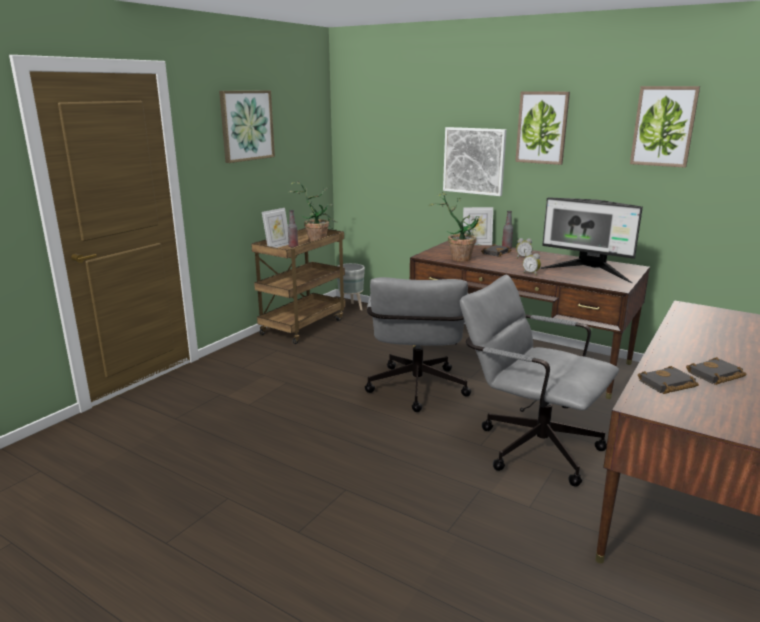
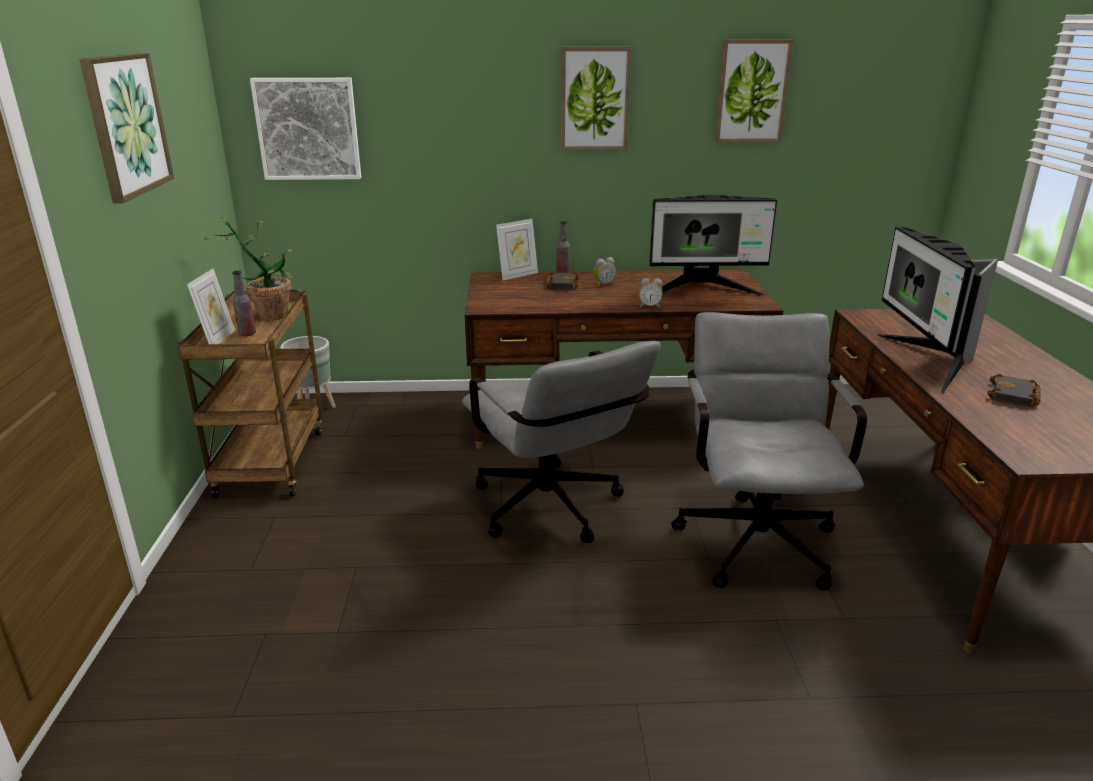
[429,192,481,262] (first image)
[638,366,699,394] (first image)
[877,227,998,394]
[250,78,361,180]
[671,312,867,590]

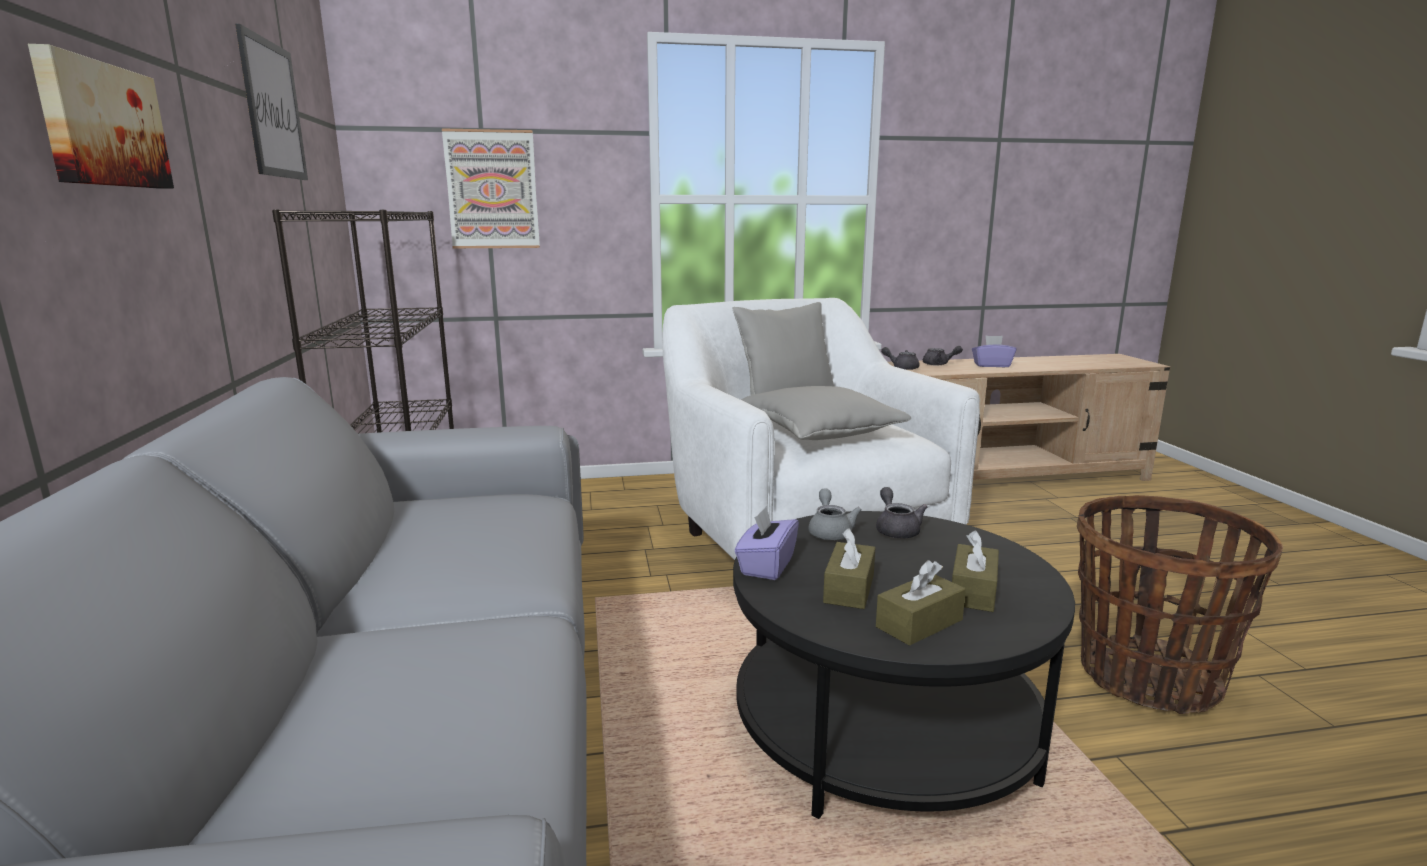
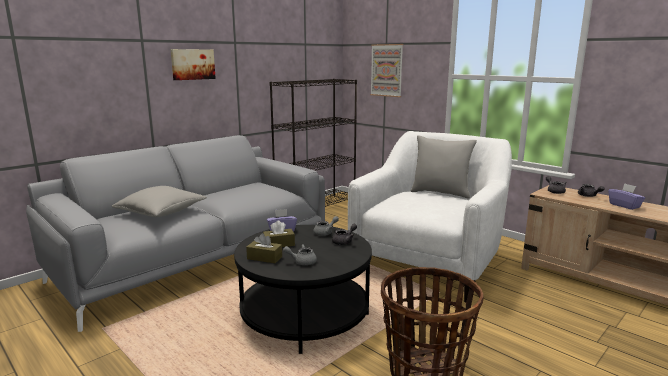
[235,24,308,180] (first image)
[112,186,207,217]
[283,244,317,265]

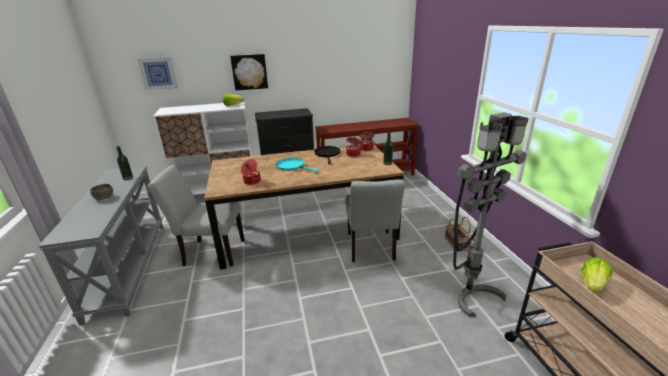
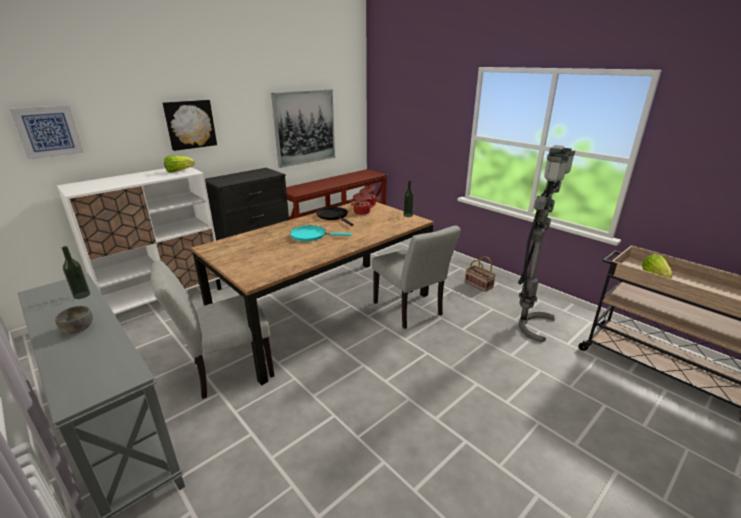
[241,159,261,185] (first image)
[271,90,335,168]

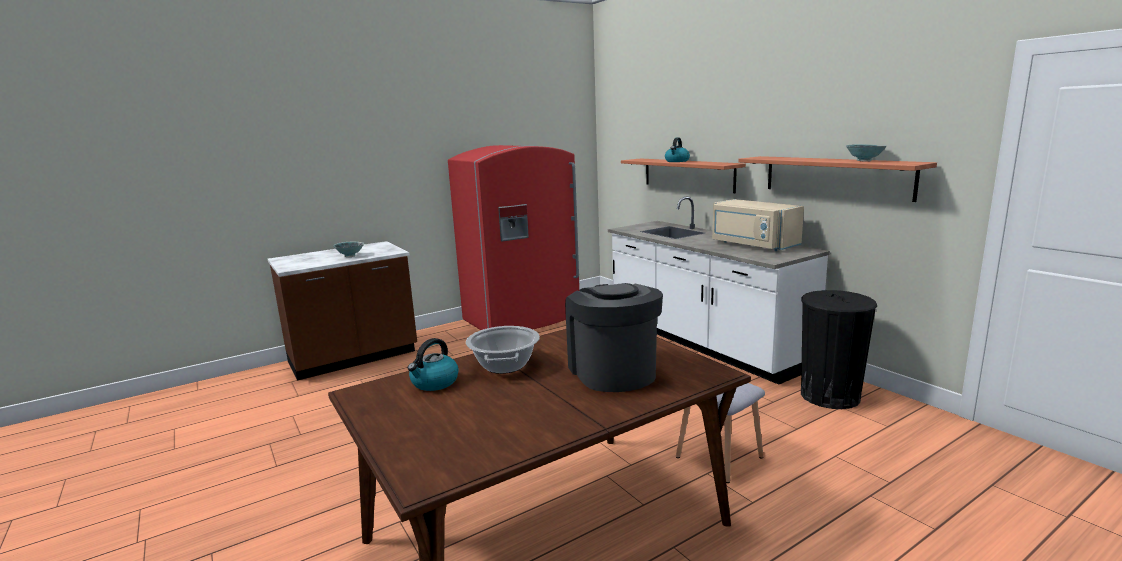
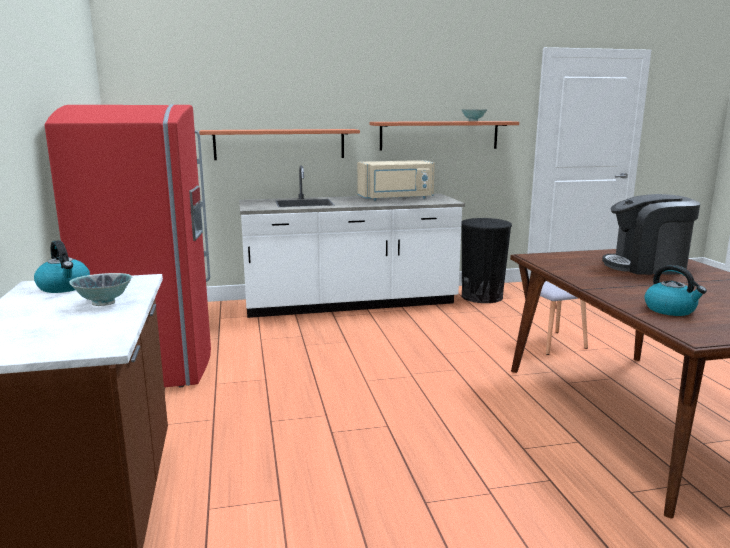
[466,326,540,374] (first image)
[34,240,90,293]

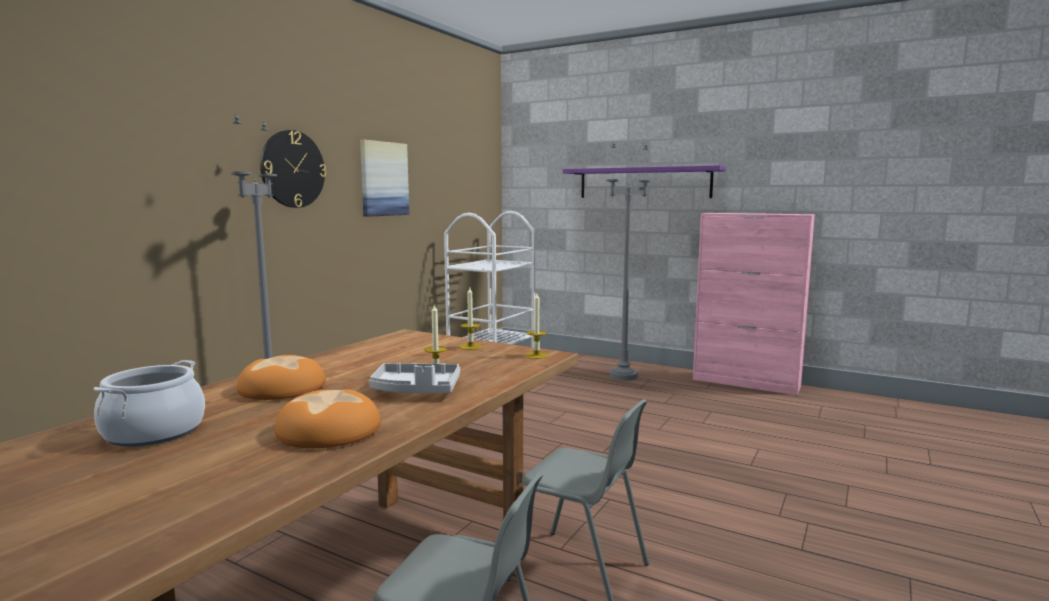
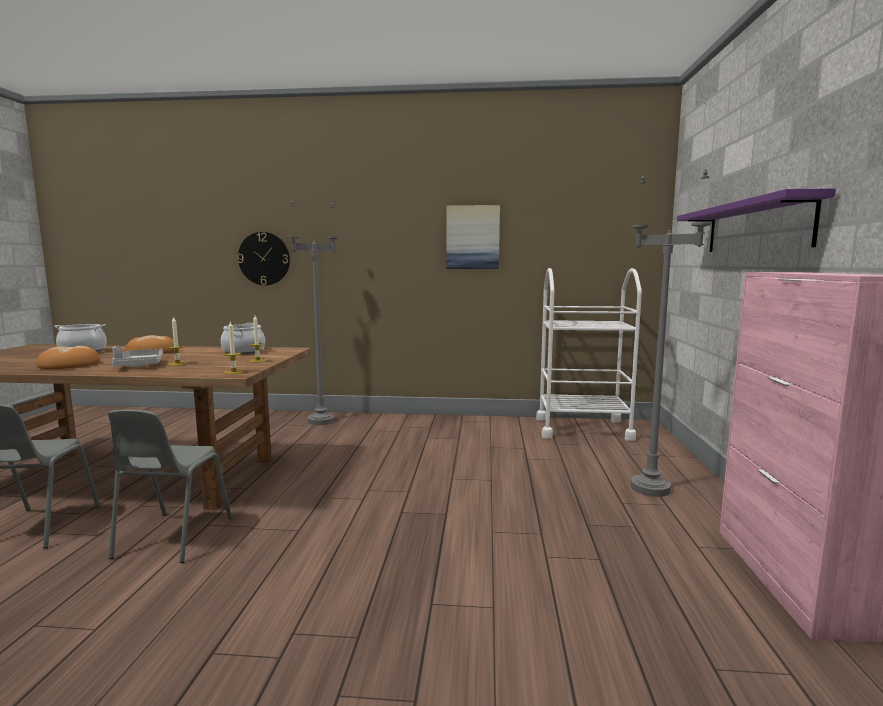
[221,323,265,355]
[237,232,290,285]

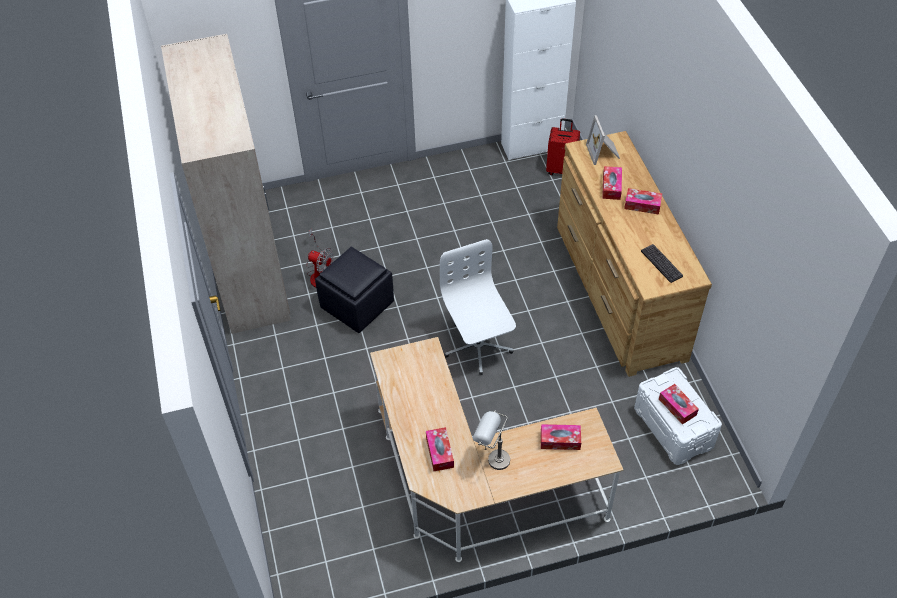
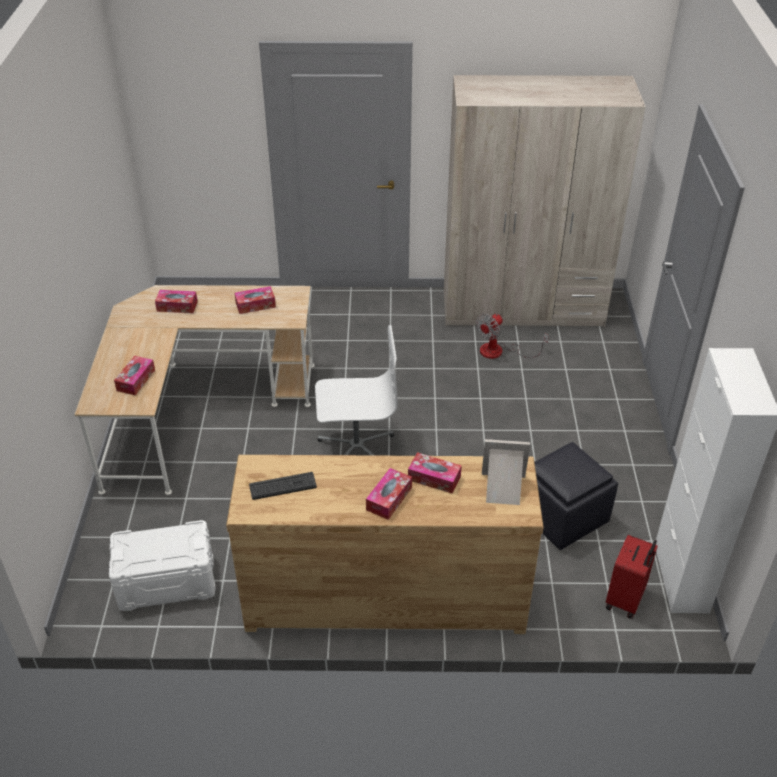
[473,410,510,470] (first image)
[535,442,618,550]
[235,286,276,314]

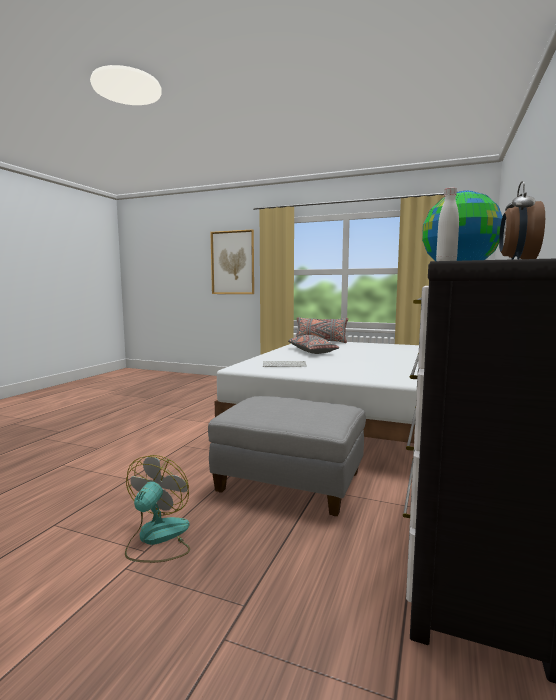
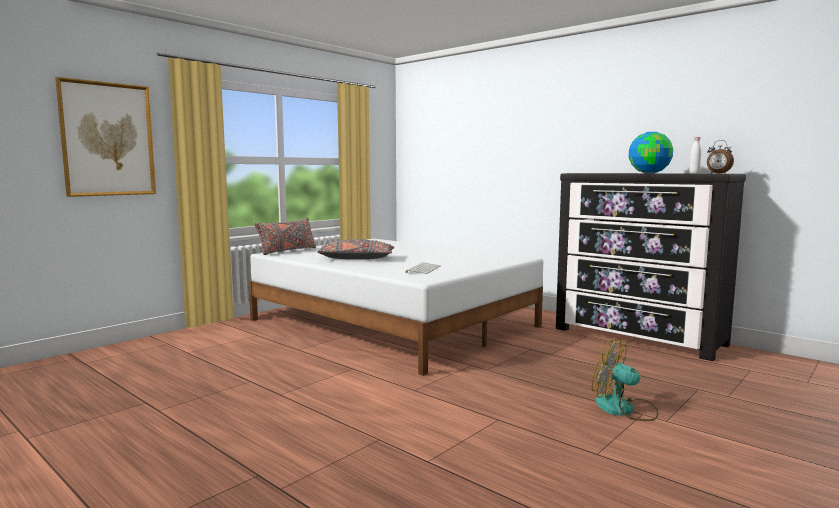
[208,396,366,516] (first image)

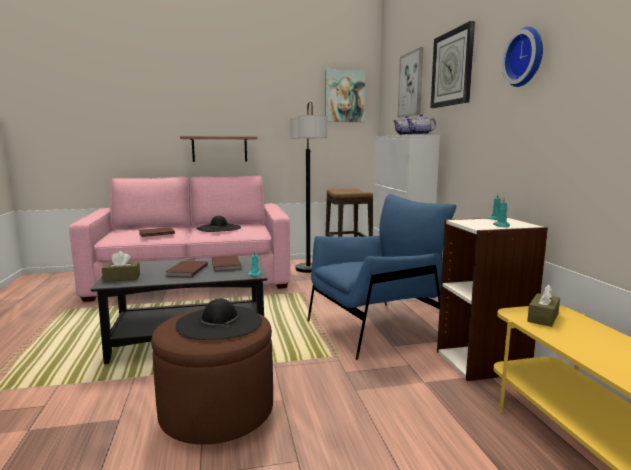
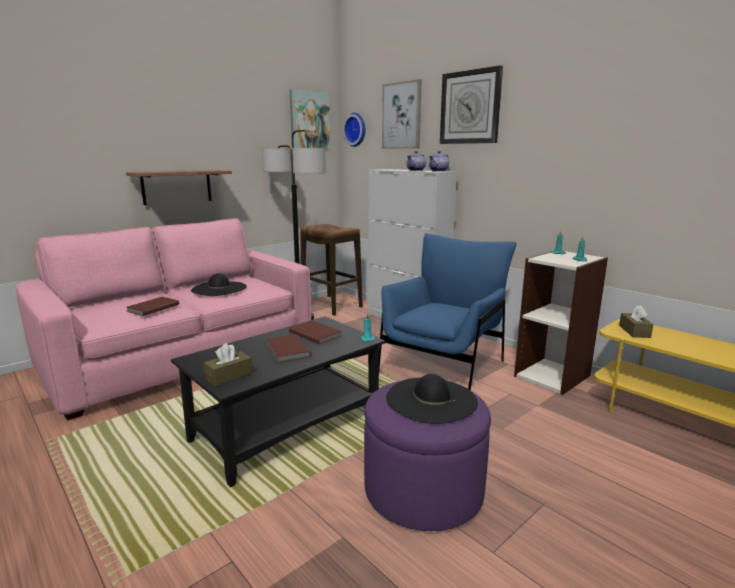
[343,113,366,147]
[364,381,491,531]

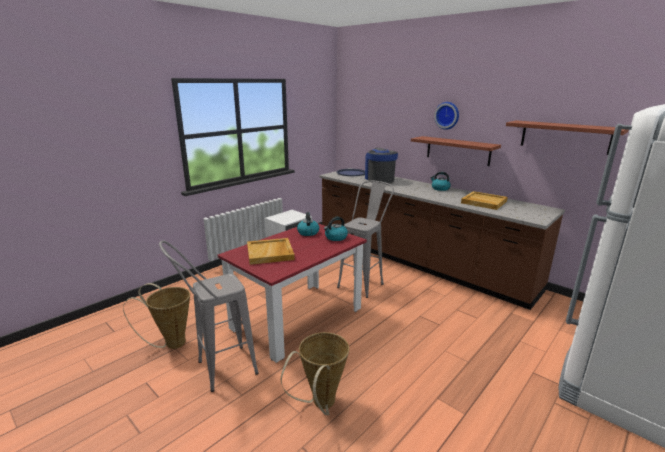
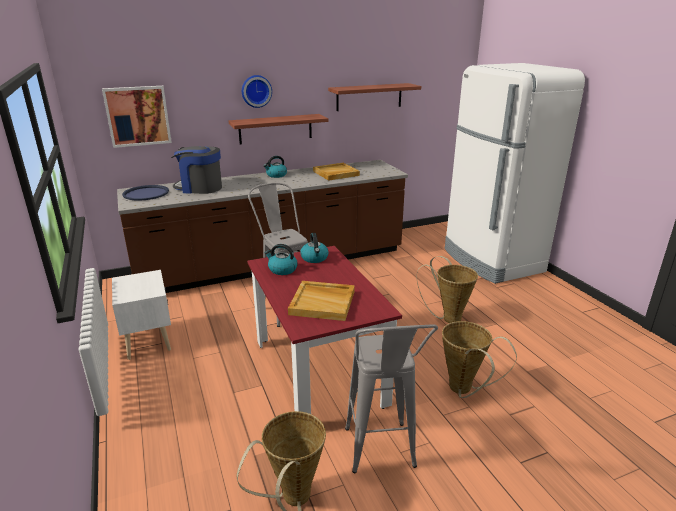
[102,86,172,148]
[417,256,478,323]

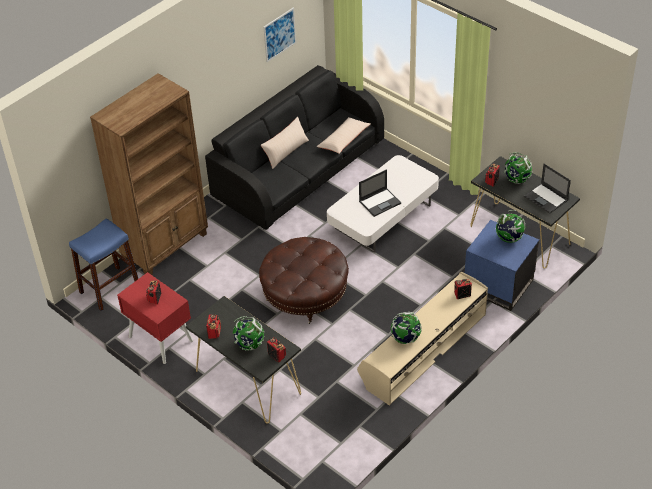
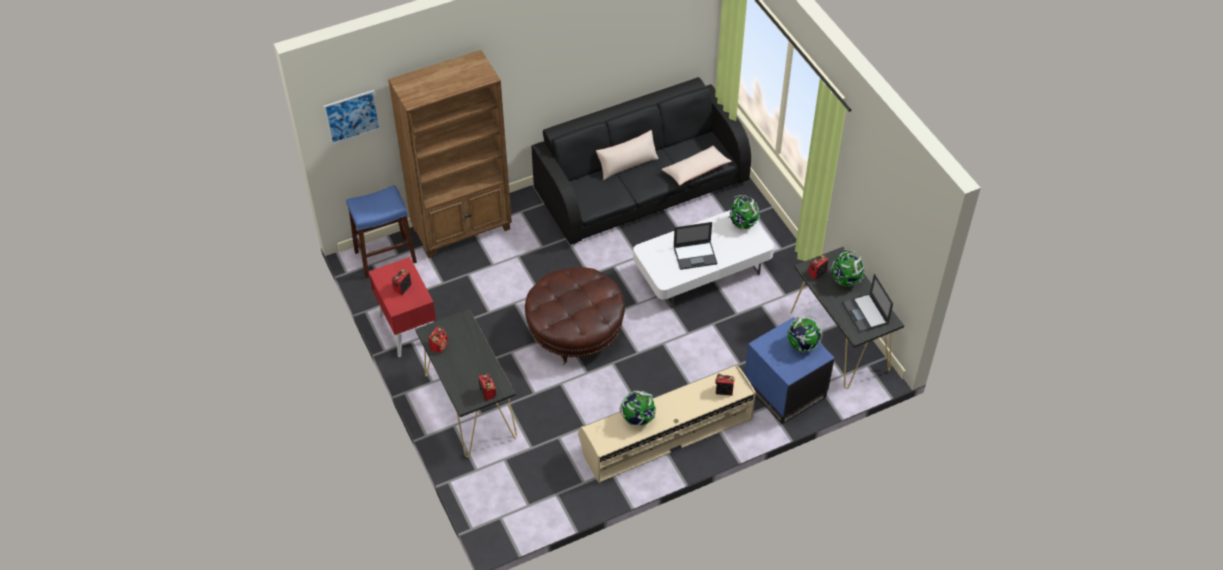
[729,195,760,229]
[324,90,381,145]

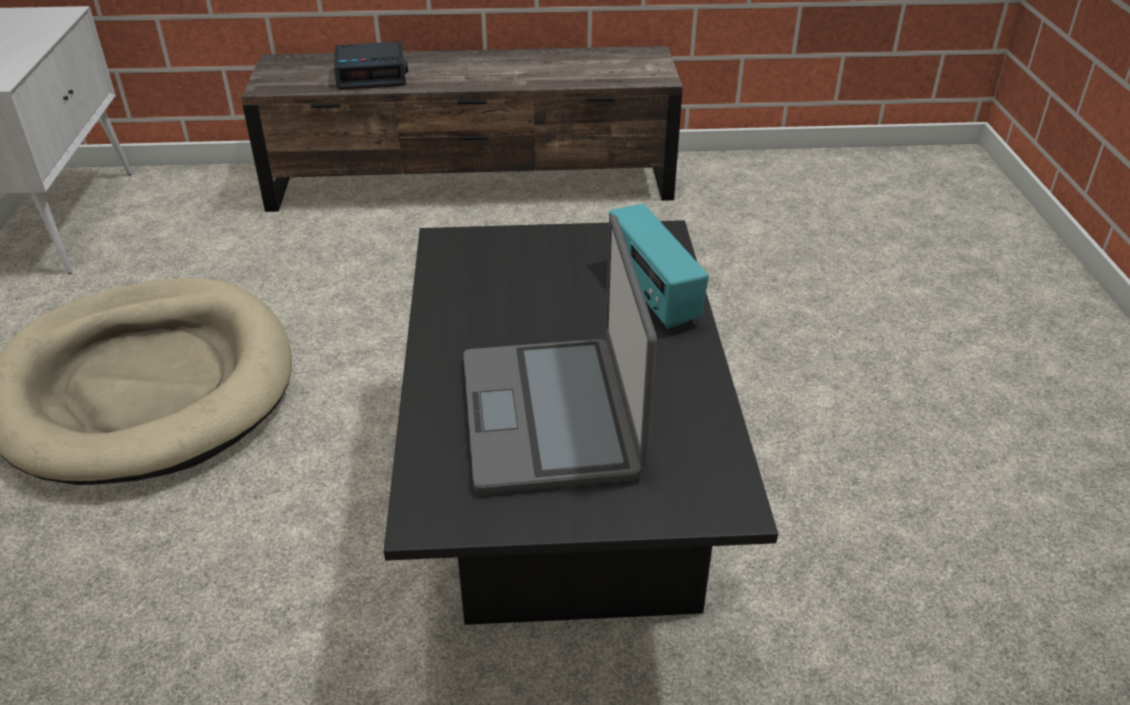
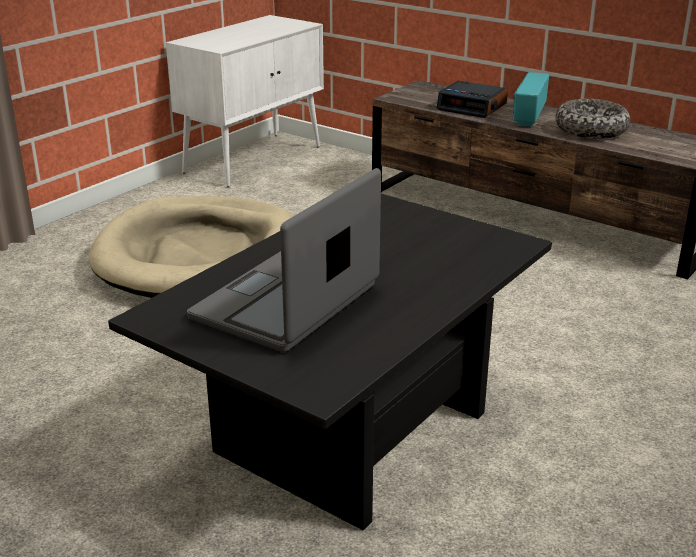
[556,99,630,139]
[513,72,549,127]

